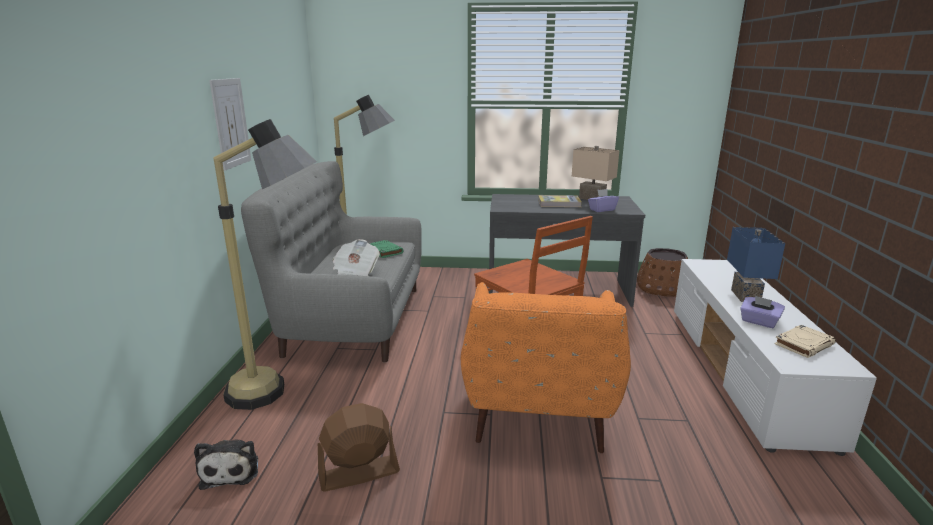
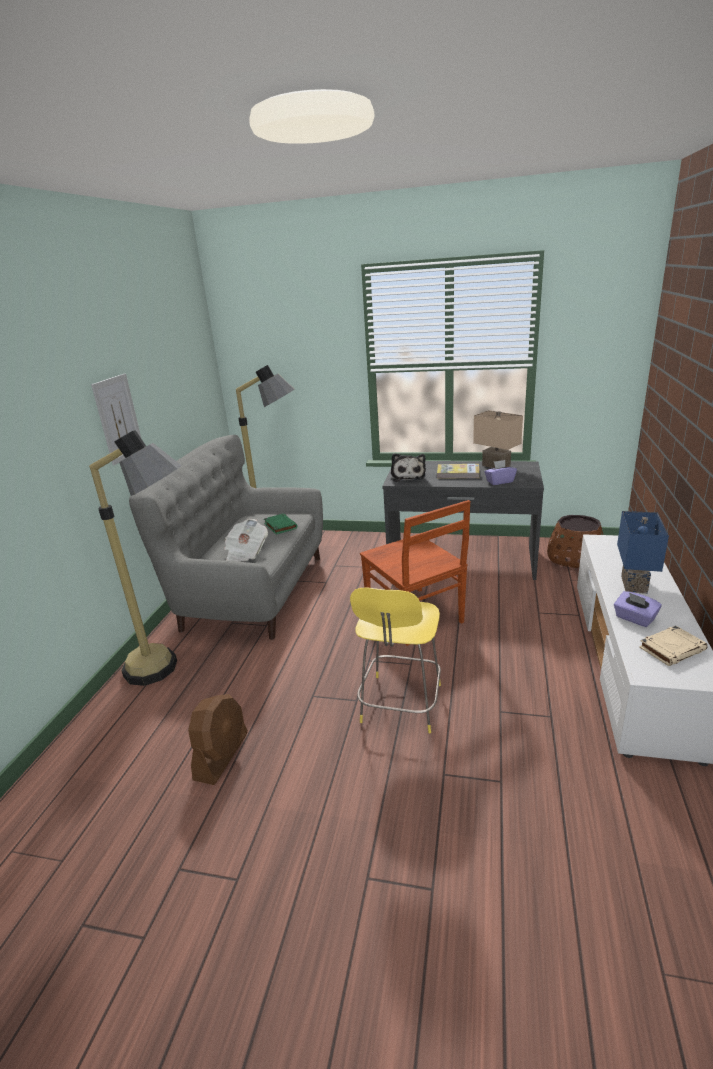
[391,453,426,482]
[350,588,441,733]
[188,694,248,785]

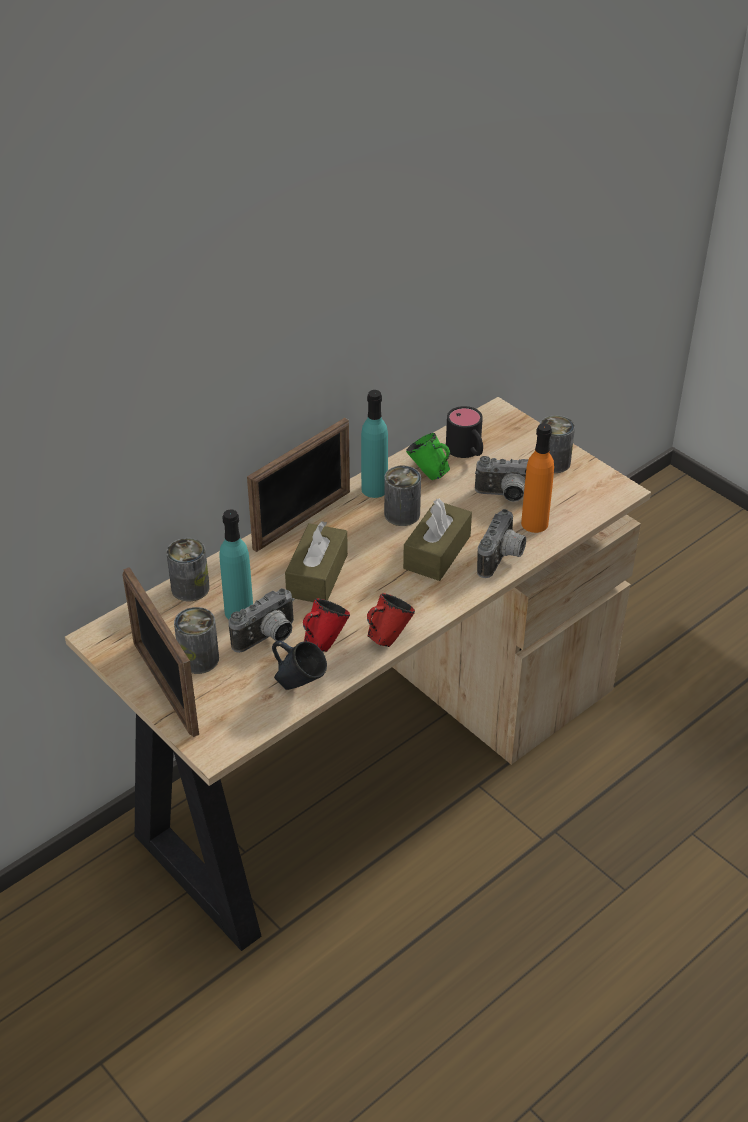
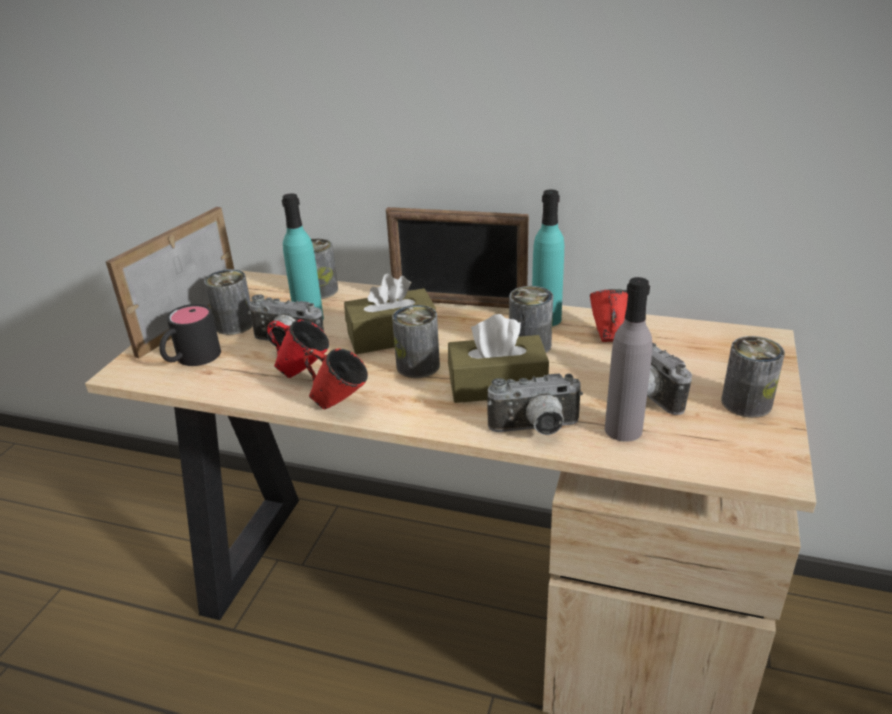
[272,641,327,690] (first image)
[392,305,440,378]
[159,304,221,366]
[590,289,628,342]
[605,277,652,442]

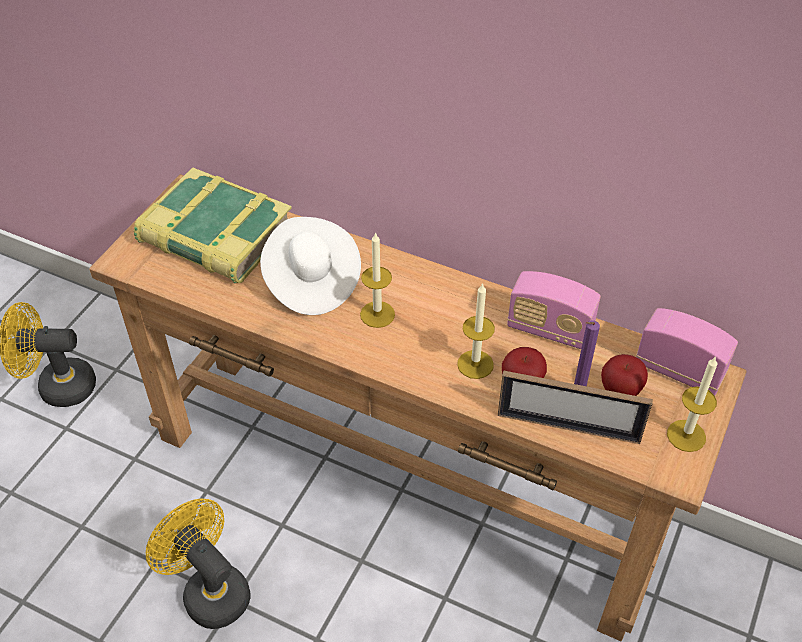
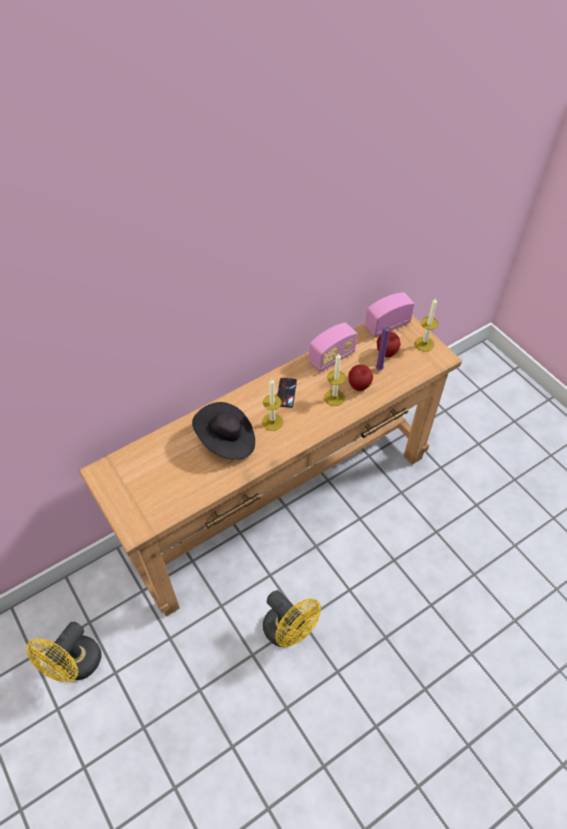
[134,168,292,283] (first image)
[498,370,653,444] (first image)
[277,378,297,408]
[192,402,255,460]
[263,590,321,647]

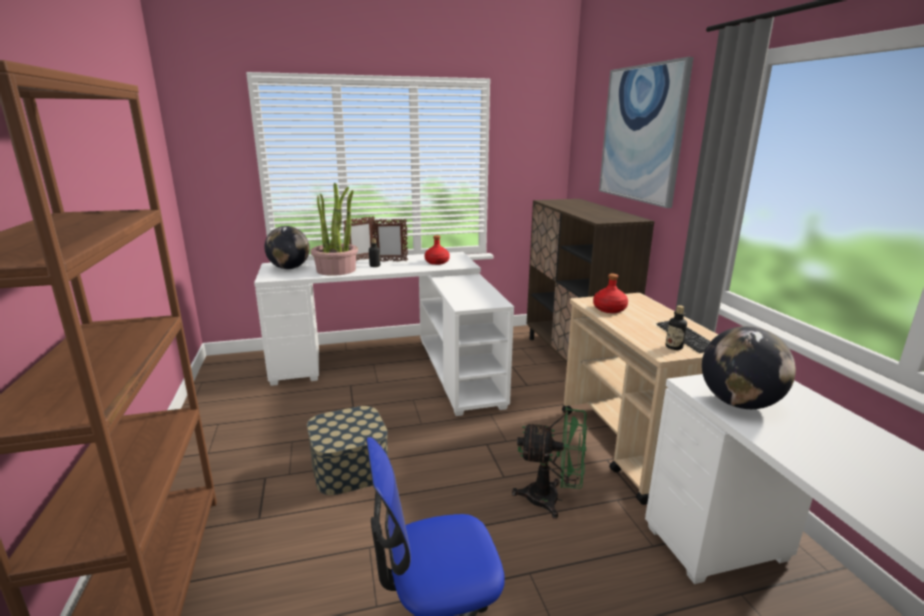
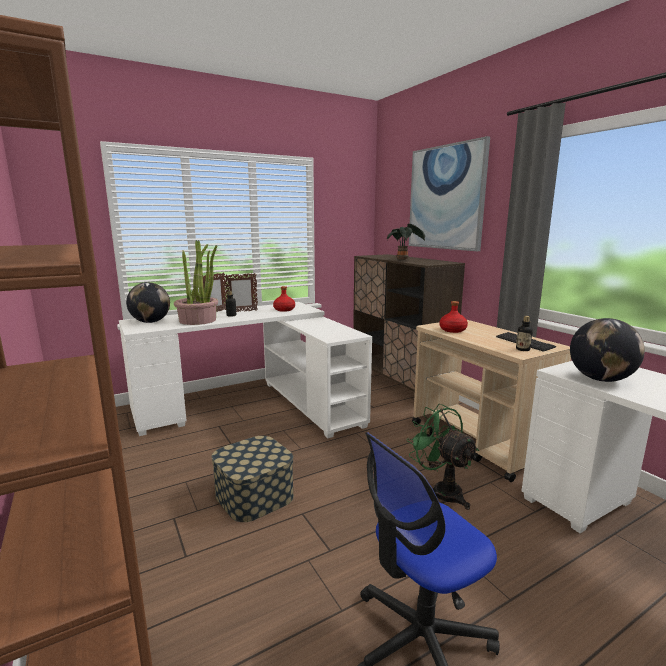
[387,224,425,260]
[406,404,479,510]

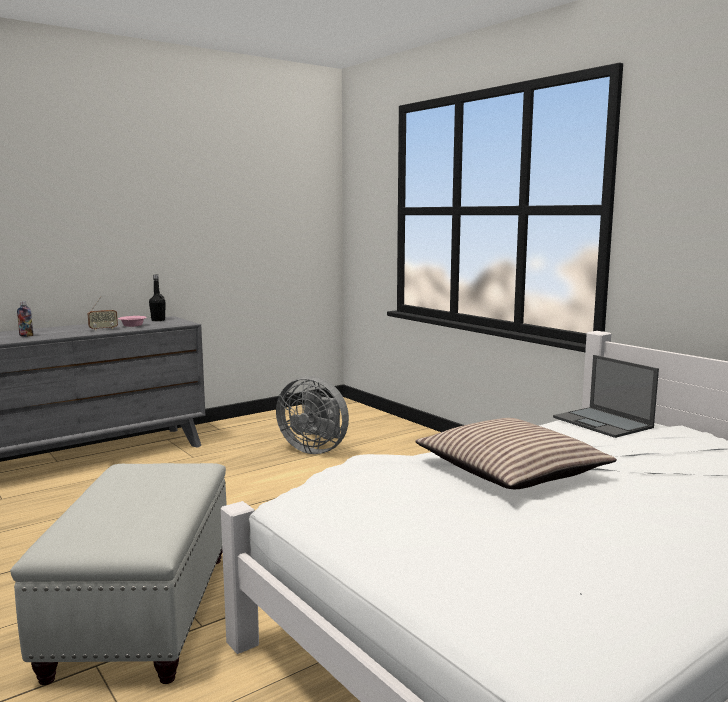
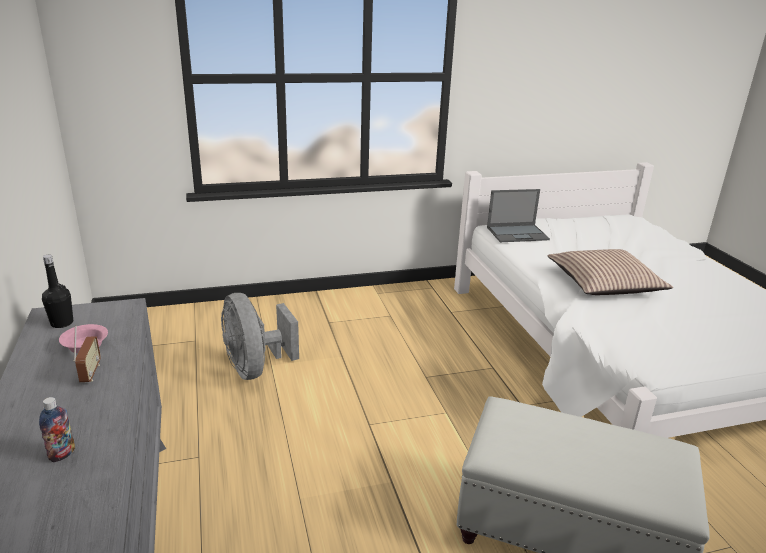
[221,293,299,380]

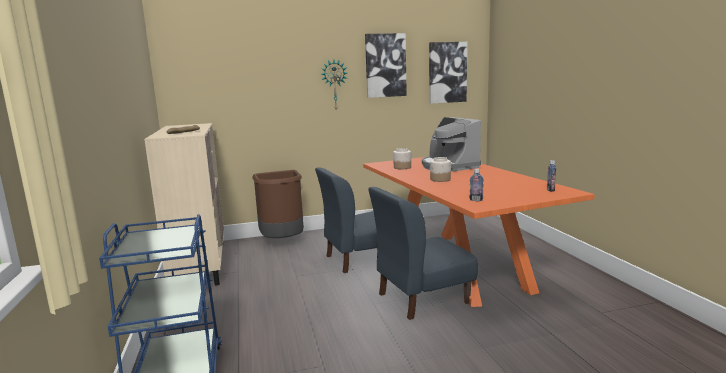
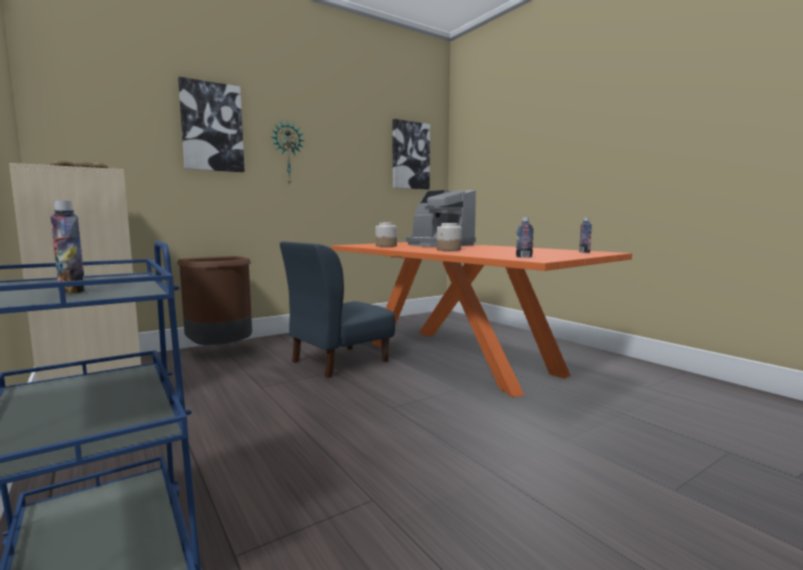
[368,187,478,320] (first image)
[50,201,86,293]
[178,77,245,172]

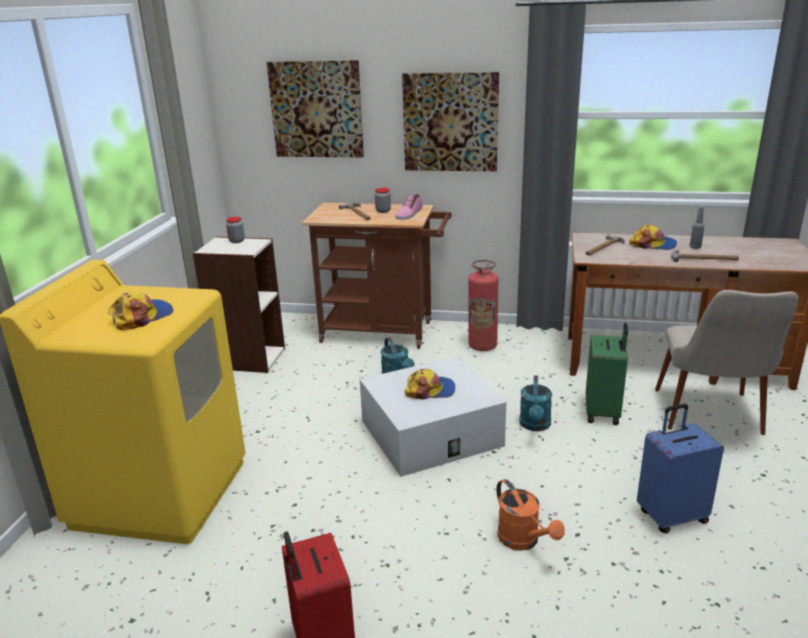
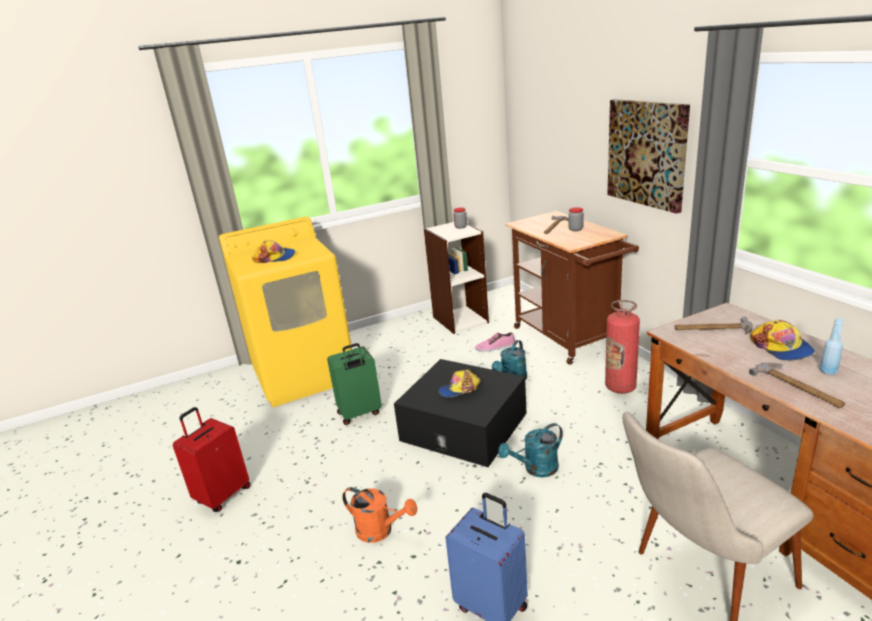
[267,60,364,157] (first image)
[475,332,515,352]
[327,343,382,425]
[394,359,526,467]
[820,318,844,375]
[438,369,481,397]
[342,487,417,543]

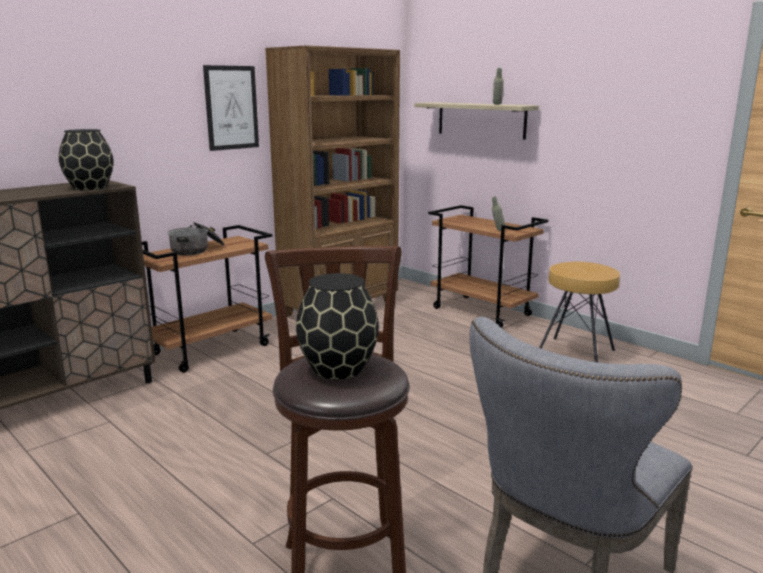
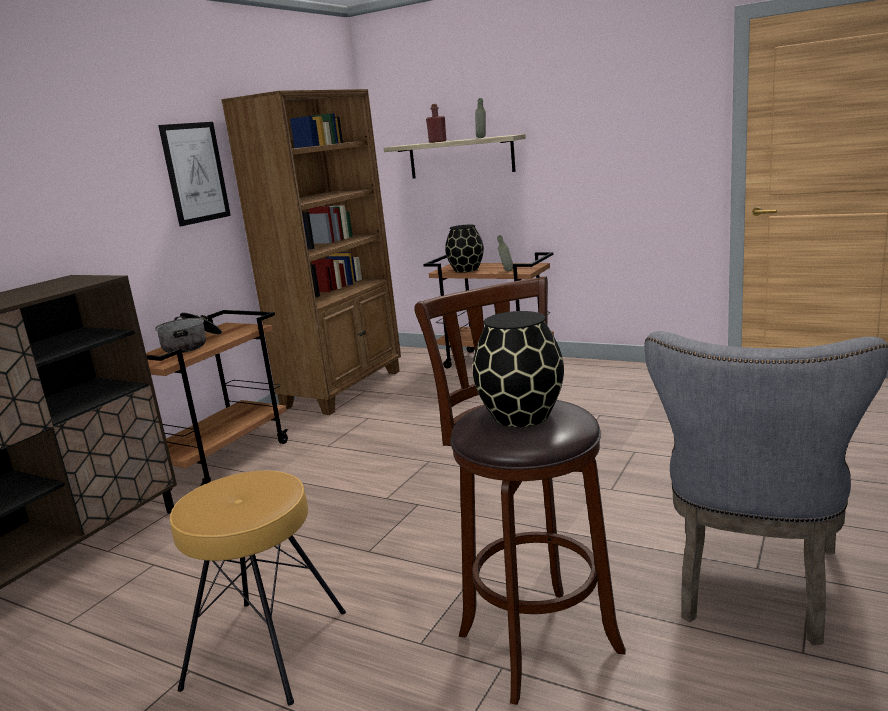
[426,104,447,143]
[445,225,484,272]
[170,471,346,705]

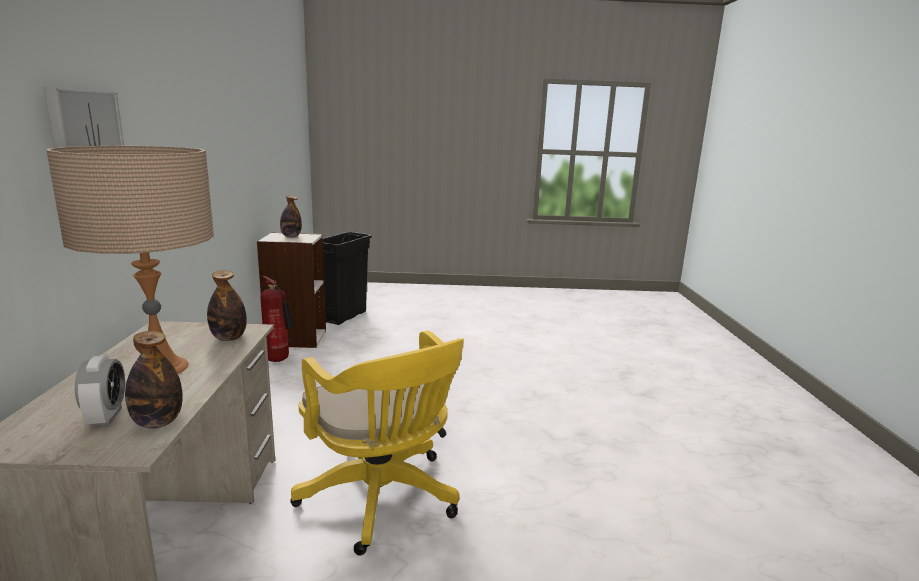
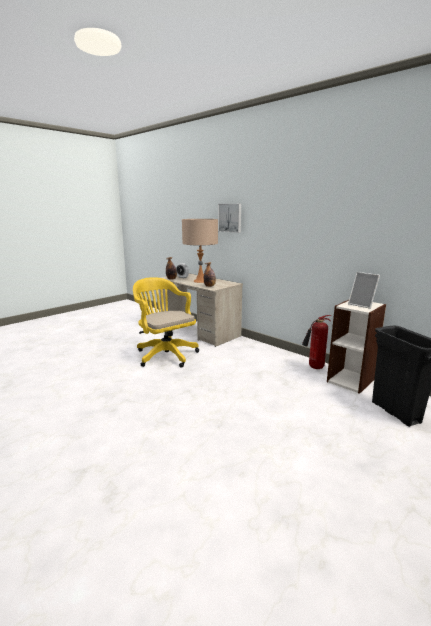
[348,272,380,309]
[133,277,199,368]

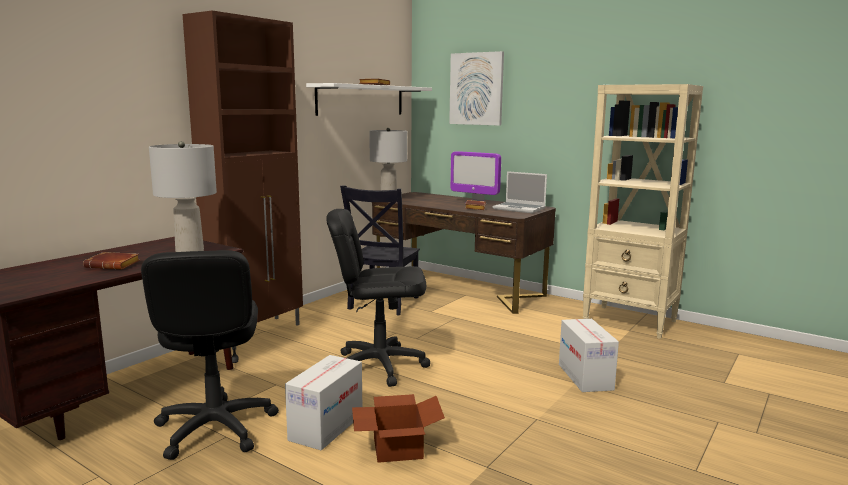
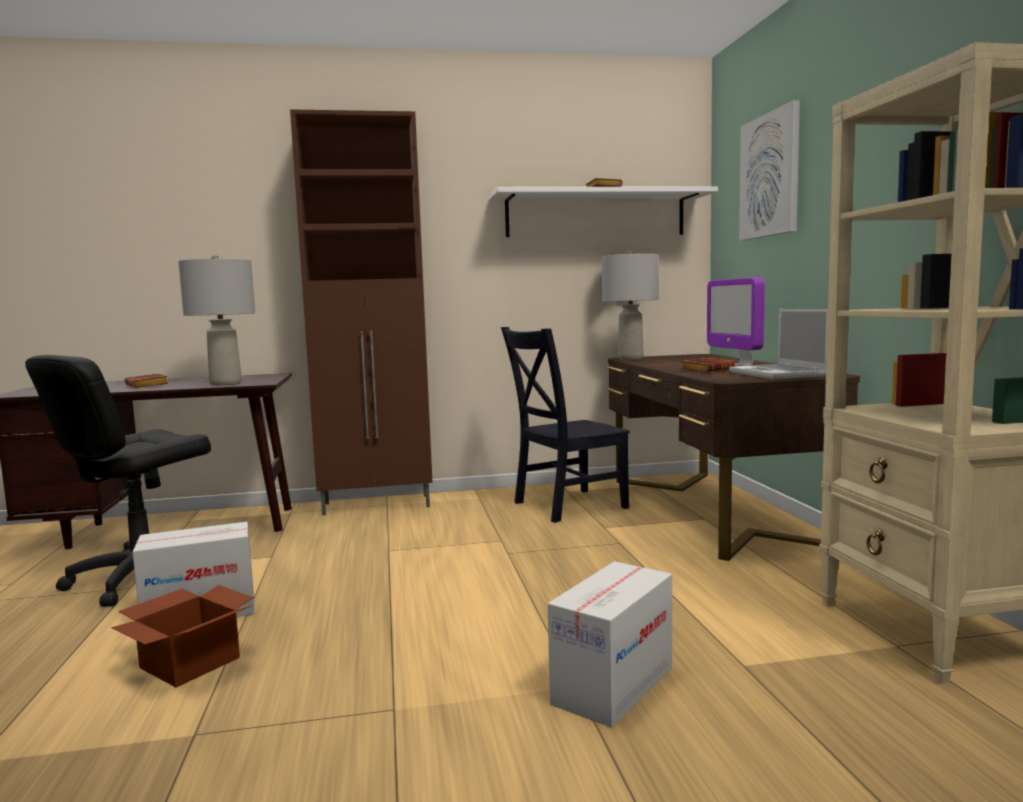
[326,209,430,387] (first image)

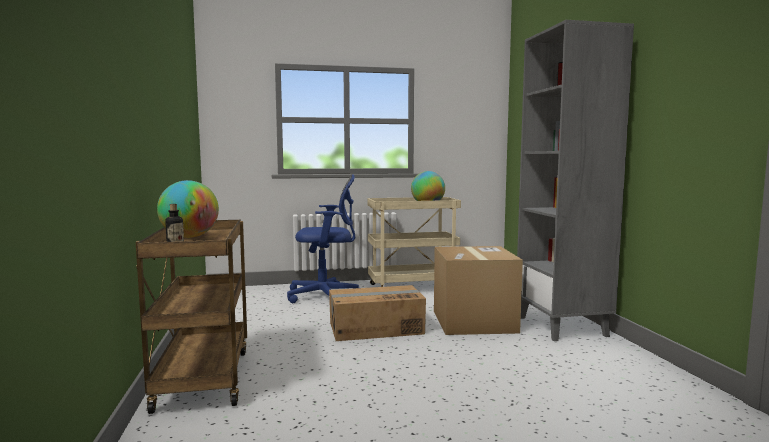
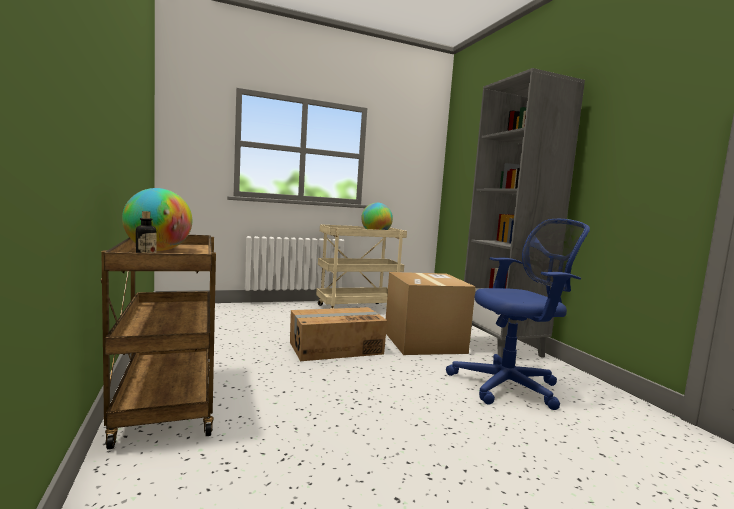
[446,219,590,410]

